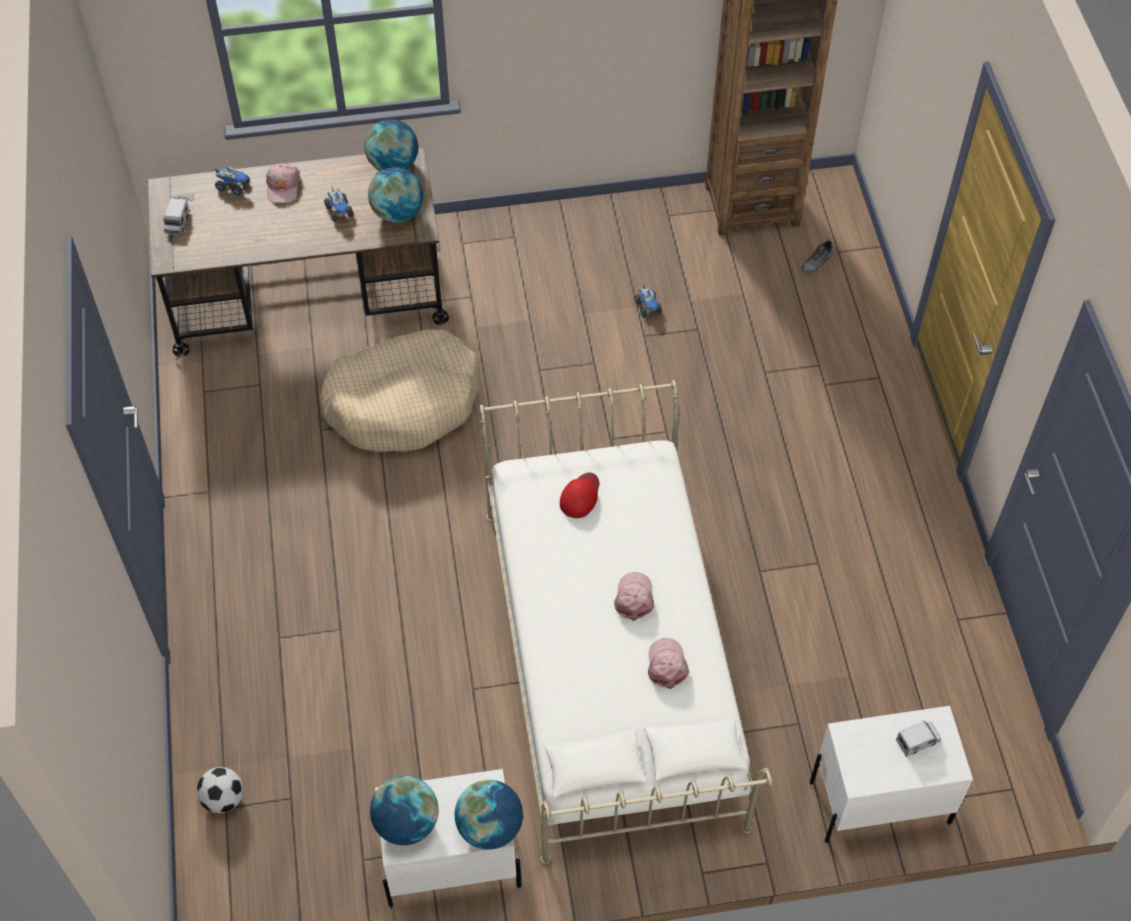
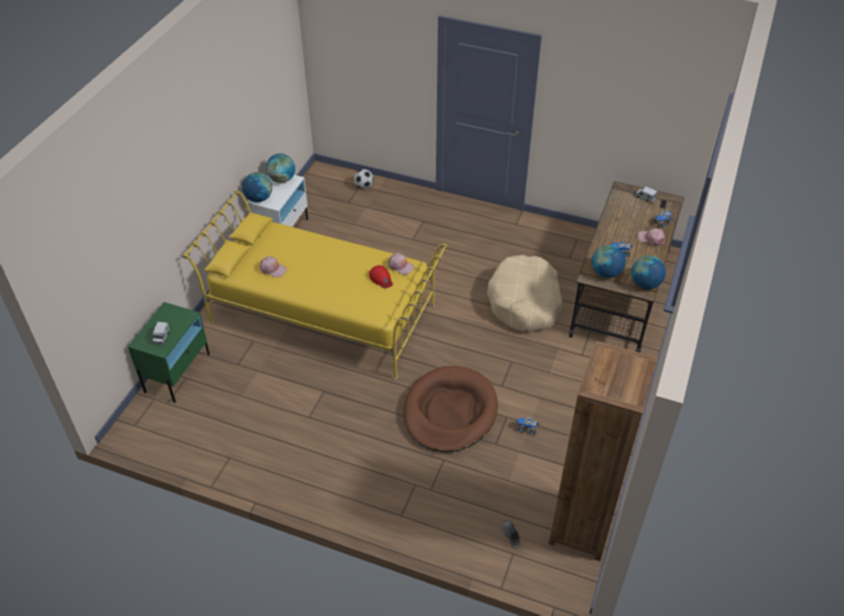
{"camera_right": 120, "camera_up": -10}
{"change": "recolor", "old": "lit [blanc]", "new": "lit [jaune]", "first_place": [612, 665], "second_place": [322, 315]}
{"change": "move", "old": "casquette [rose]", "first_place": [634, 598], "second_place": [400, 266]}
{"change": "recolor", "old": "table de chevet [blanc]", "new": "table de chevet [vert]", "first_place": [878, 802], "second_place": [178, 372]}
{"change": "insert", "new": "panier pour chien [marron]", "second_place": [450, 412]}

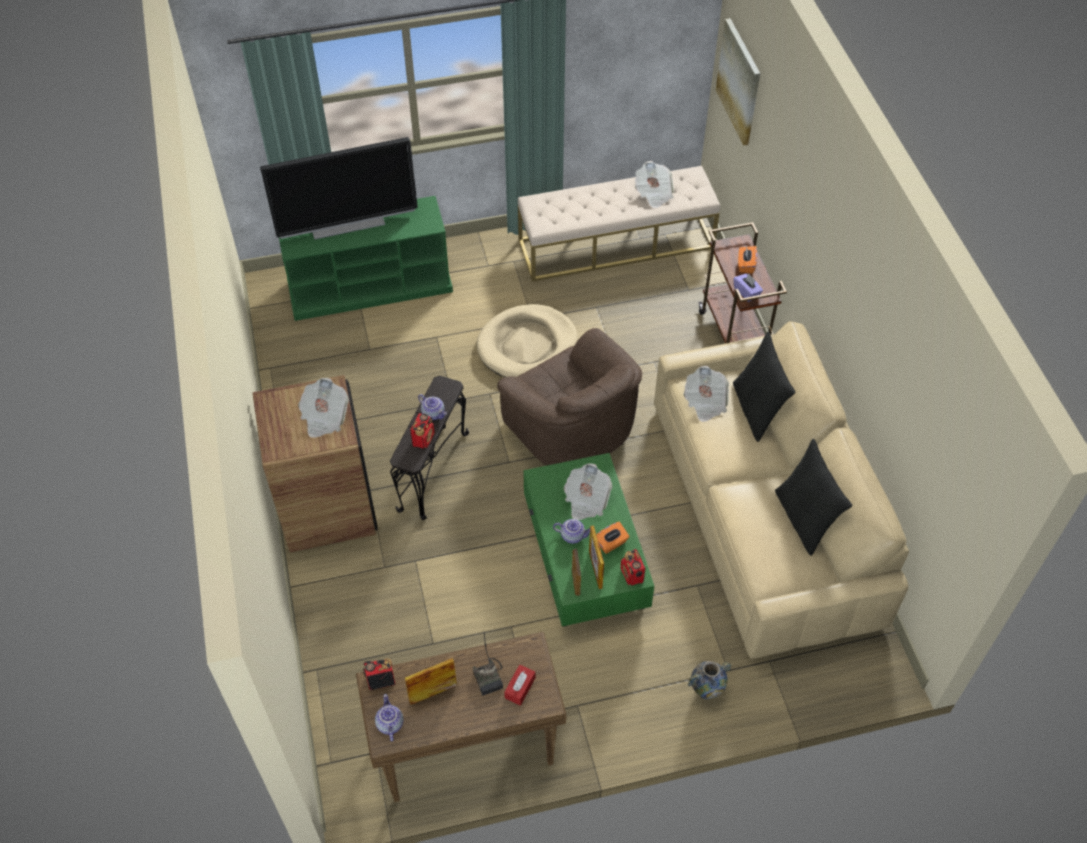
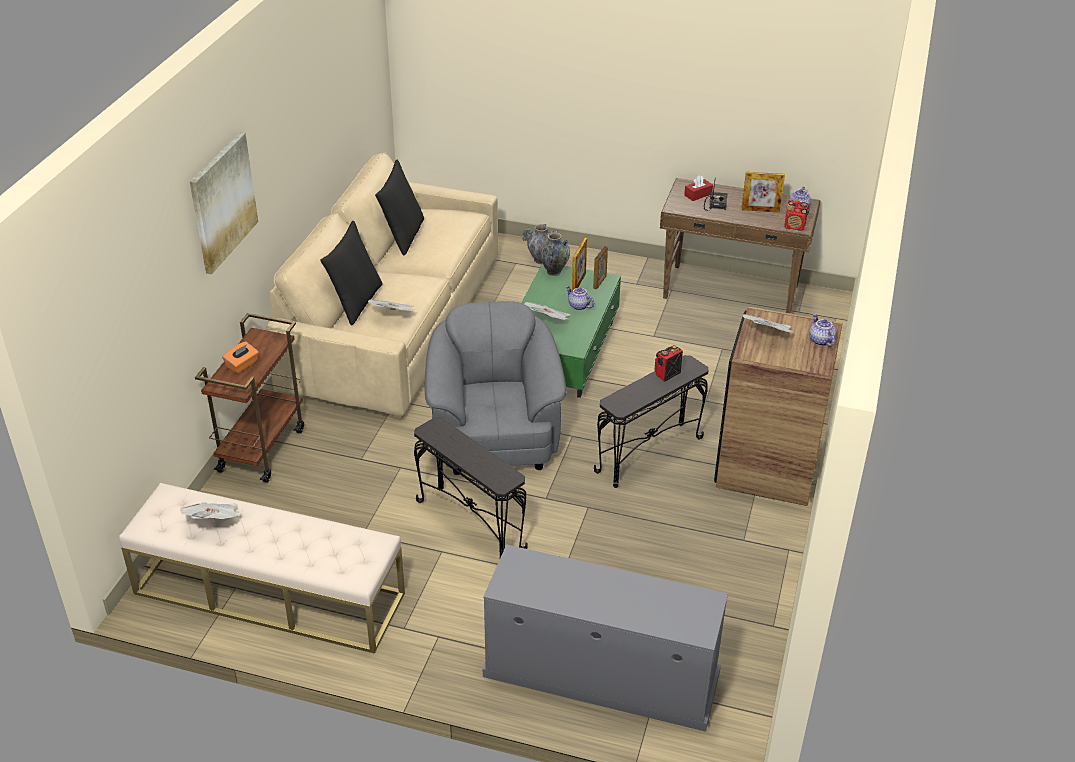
{"camera_right": -150, "camera_up": -15}
{"change": "move", "old": "tableau", "first_place": [739, 81], "second_place": [222, 202]}
{"change": "delete", "old": "téléviseur", "first_place": [347, 224]}
{"change": "recolor", "old": "meuble télé [vert]", "new": "meuble télé [gris]", "first_place": [371, 287], "second_place": [600, 674]}
{"change": "delete", "old": "boîte à mouchoirs [violet]", "first_place": [746, 292]}
{"change": "replace", "old": "panier pour chien [beige]", "new": "table d'appoint [noir]", "first_place": [527, 346], "second_place": [470, 526]}
{"change": "recolor", "old": "fauteuil [marron]", "new": "fauteuil [gris]", "first_place": [570, 429], "second_place": [494, 437]}
{"change": "move", "old": "théière", "first_place": [434, 413], "second_place": [820, 340]}
{"change": "delete", "old": "boîte à mouchoirs [orange]", "first_place": [611, 543]}
{"change": "replace", "old": "radio", "new": "vase", "first_place": [632, 575], "second_place": [554, 271]}

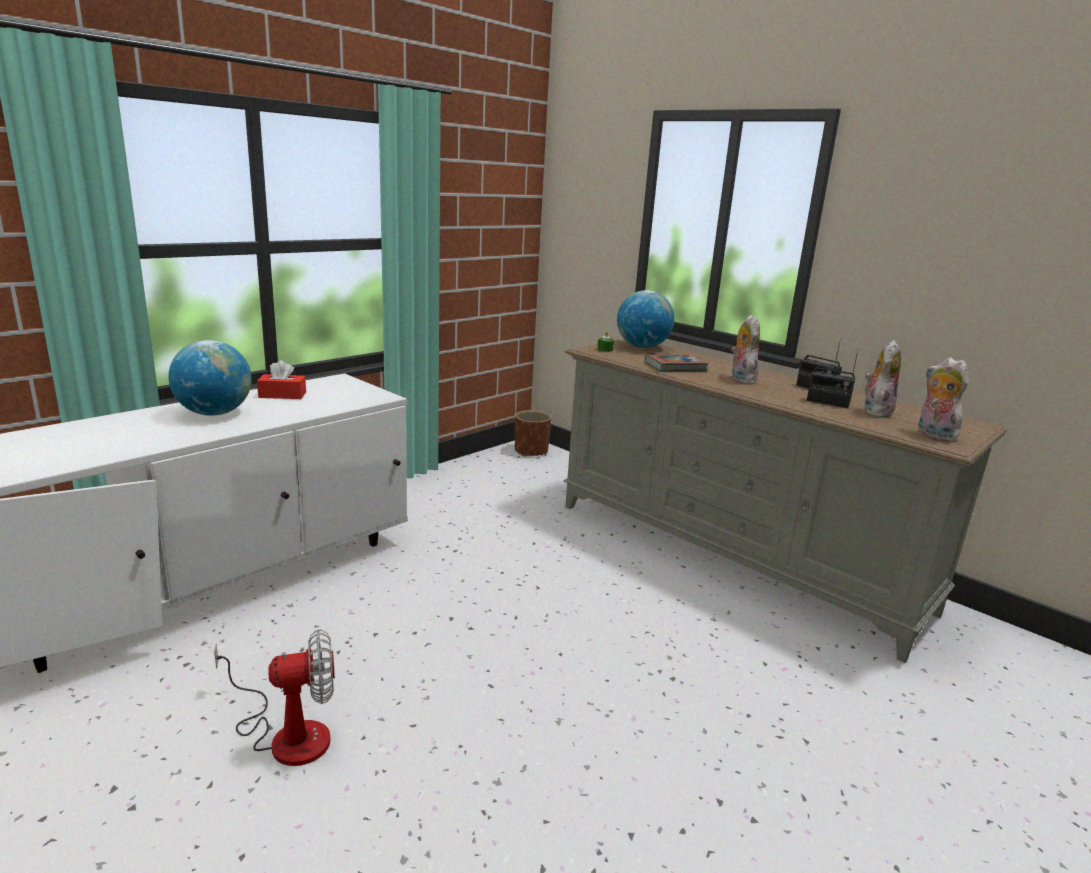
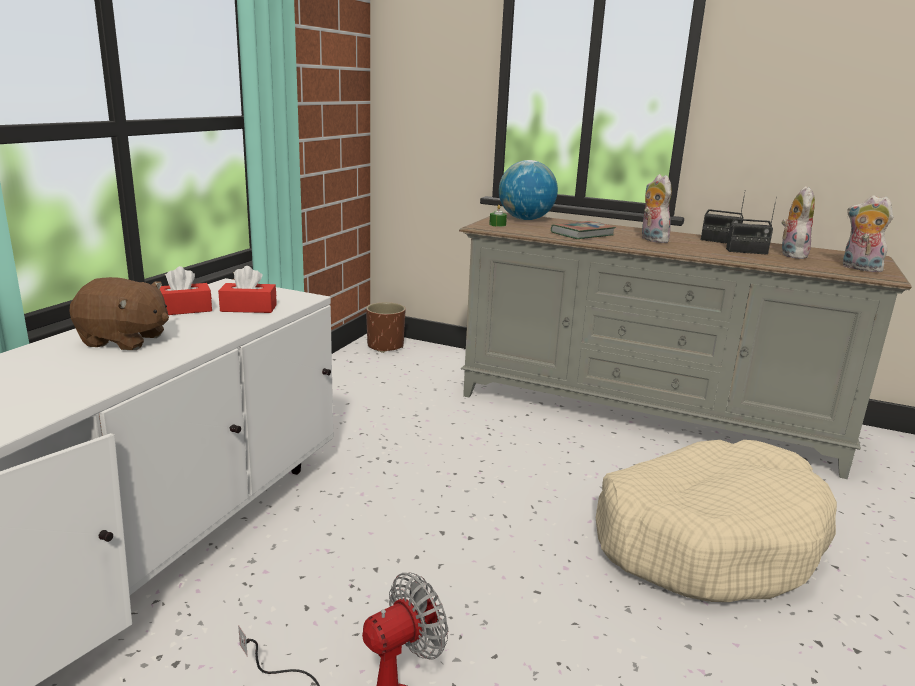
{"camera_right": -20, "camera_up": 0}
{"change": "replace", "old": "globe", "new": "peluche [marron]", "first_place": [214, 413], "second_place": [124, 340]}
{"change": "insert", "new": "boîte à mouchoirs [rouge]", "second_place": [248, 308]}
{"change": "insert", "new": "panier pour chien [beige]", "second_place": [707, 539]}

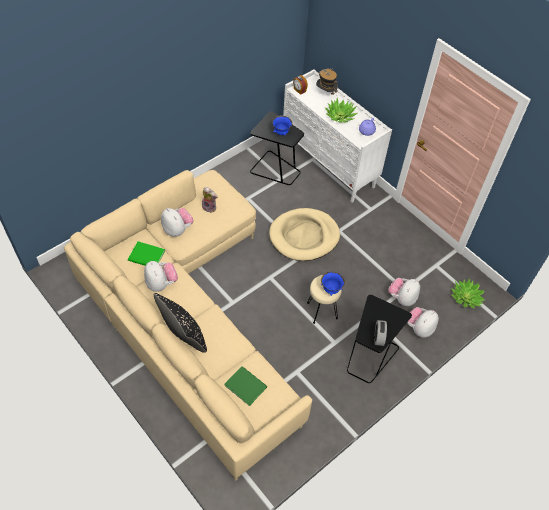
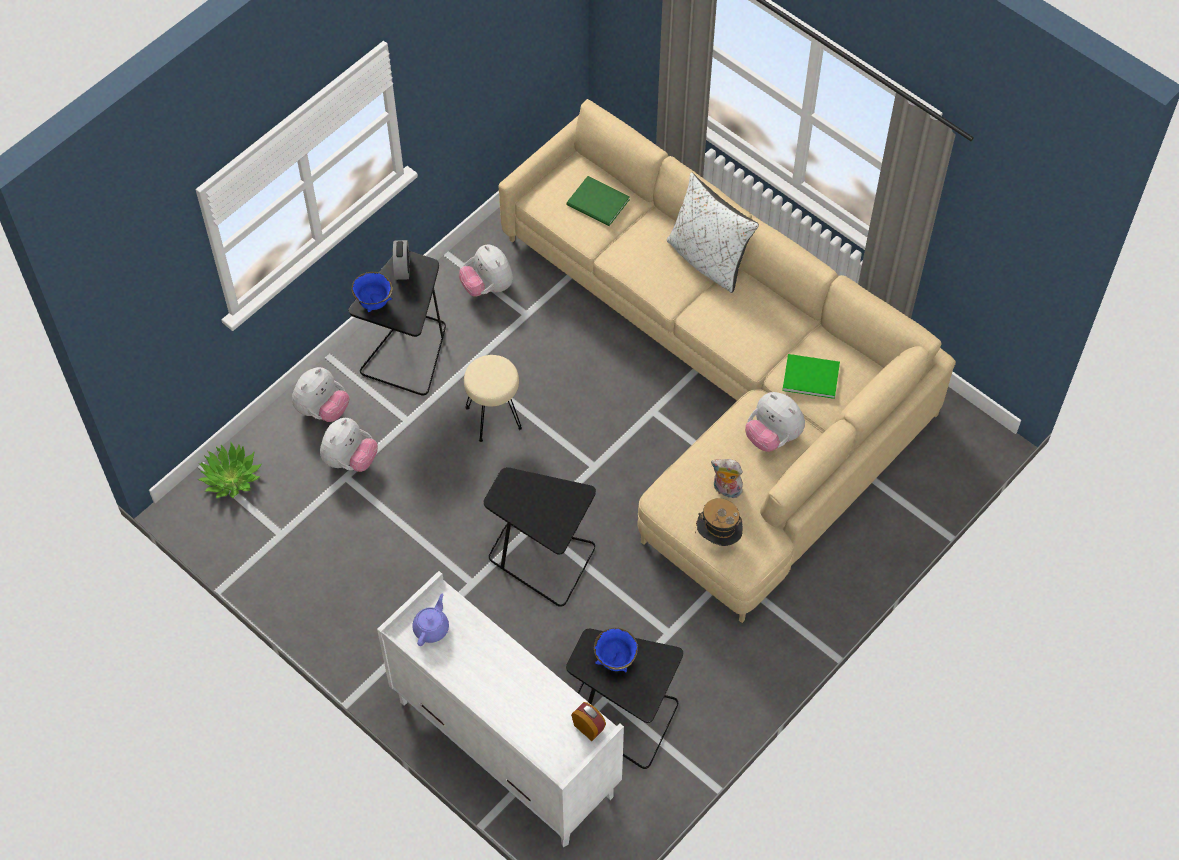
{"camera_right": 175, "camera_up": 5}
{"change": "move", "old": "chapeau", "first_place": [326, 94], "second_place": [718, 537]}
{"change": "delete", "old": "plante en pot", "first_place": [340, 116]}
{"change": "replace", "old": "panier pour chien [beige]", "new": "table d'appoint [noir]", "first_place": [304, 236], "second_place": [541, 560]}
{"change": "move", "old": "peluche", "first_place": [161, 284], "second_place": [487, 286]}
{"change": "move", "old": "bol [bleu]", "first_place": [331, 289], "second_place": [374, 303]}
{"change": "recolor", "old": "coussin [noir]", "new": "coussin [blanc]", "first_place": [184, 336], "second_place": [708, 259]}

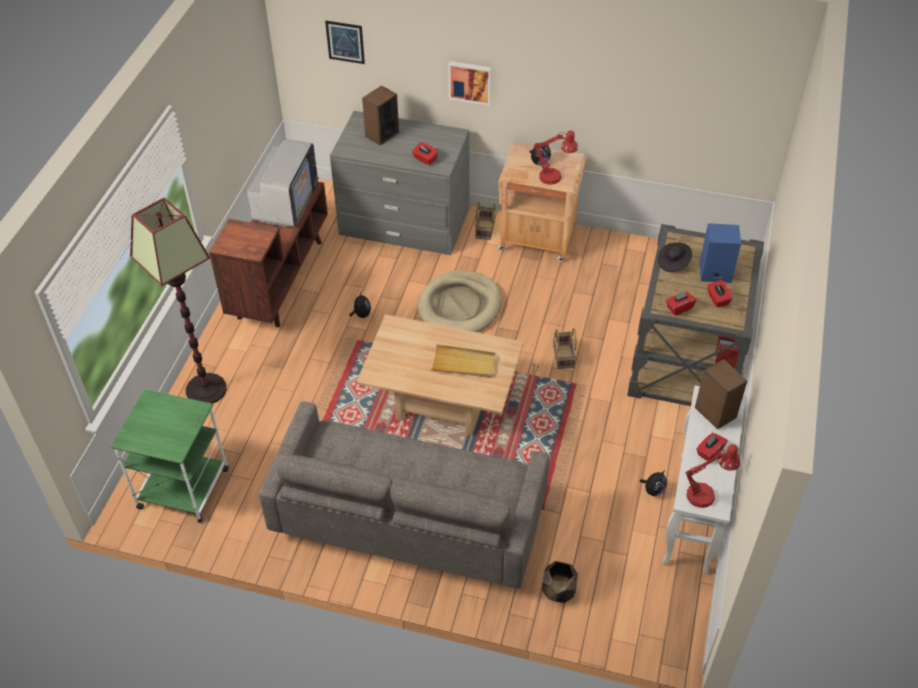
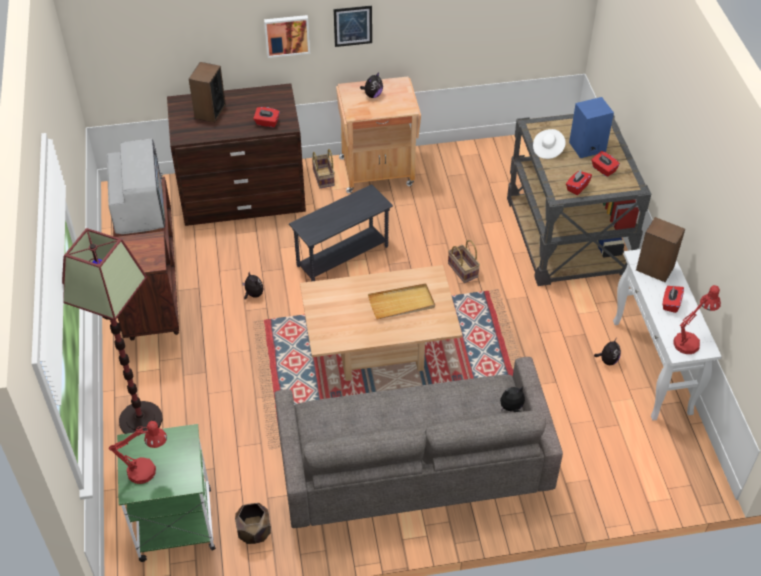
{"camera_right": -25, "camera_up": 0}
{"change": "move", "old": "tableau", "first_place": [345, 42], "second_place": [353, 26]}
{"change": "recolor", "old": "commode [gris]", "new": "commode [marron]", "first_place": [404, 221], "second_place": [242, 193]}
{"change": "move", "old": "lampe de table [rouge]", "first_place": [555, 178], "second_place": [148, 470]}
{"change": "recolor", "old": "chapeau [noir]", "new": "chapeau [blanc]", "first_place": [673, 263], "second_place": [548, 149]}
{"change": "replace", "old": "panier pour chien [beige]", "new": "table d'appoint [gris]", "first_place": [459, 306], "second_place": [342, 256]}
{"change": "move", "old": "cache-pot [marron]", "first_place": [558, 590], "second_place": [254, 532]}
{"change": "insert", "new": "peluche", "second_place": [512, 408]}

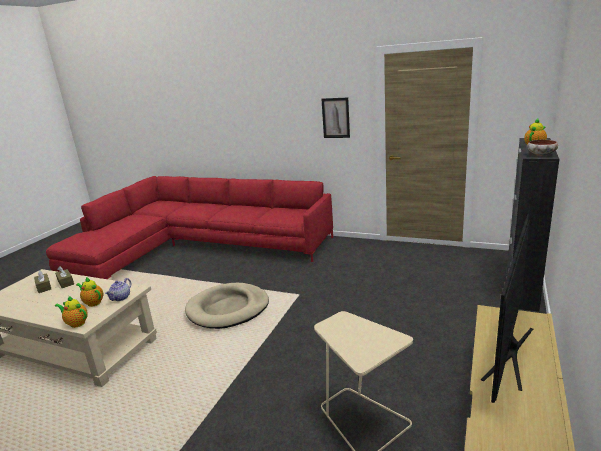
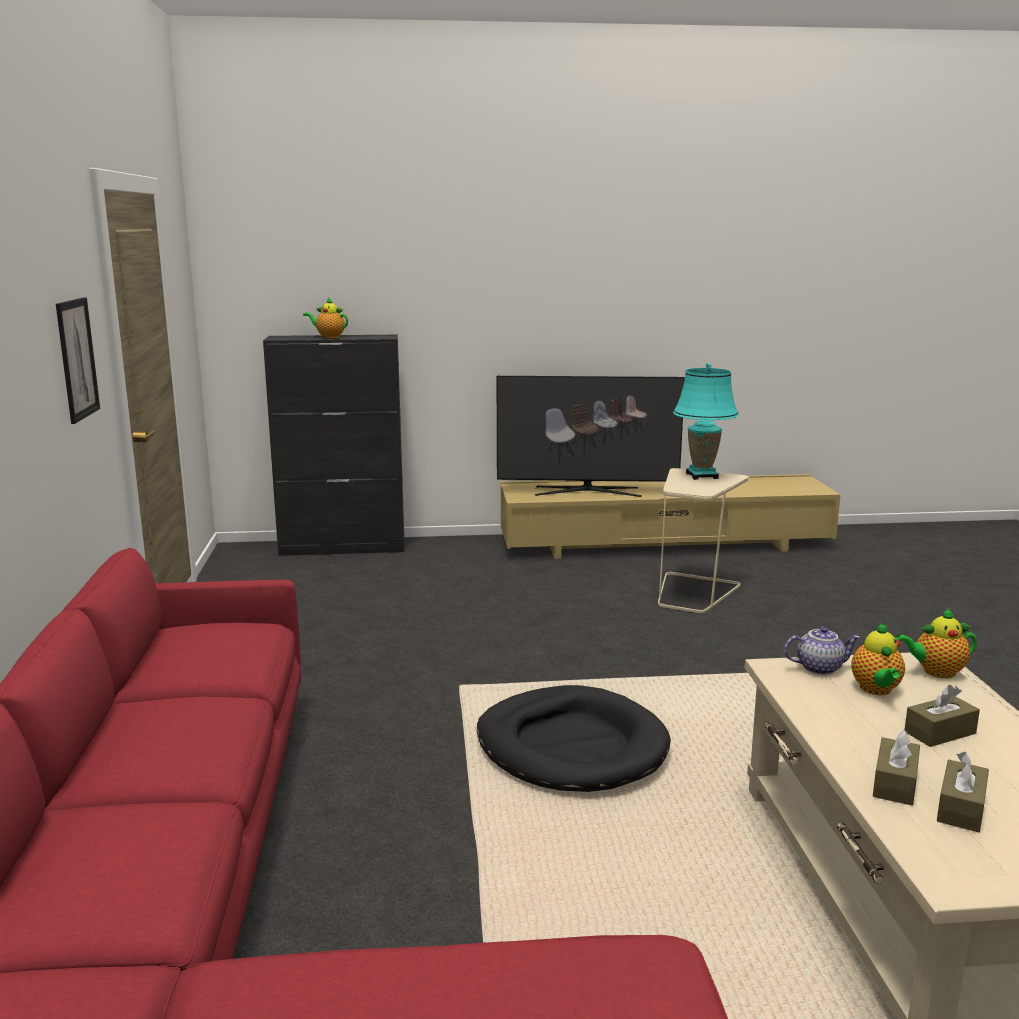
{"camera_right": -120, "camera_up": -5}
{"change": "delete", "old": "bol", "first_place": [541, 155]}
{"change": "recolor", "old": "panier pour chien [beige]", "new": "panier pour chien [noir]", "first_place": [228, 309], "second_place": [571, 746]}
{"change": "rotate", "old": "théière", "first_place": [76, 323], "second_place": [935, 672], "degrees": 90}
{"change": "insert", "new": "lampe de table [turquoise]", "second_place": [701, 475]}
{"change": "insert", "new": "boîte à mouchoirs [marron]", "second_place": [940, 732]}

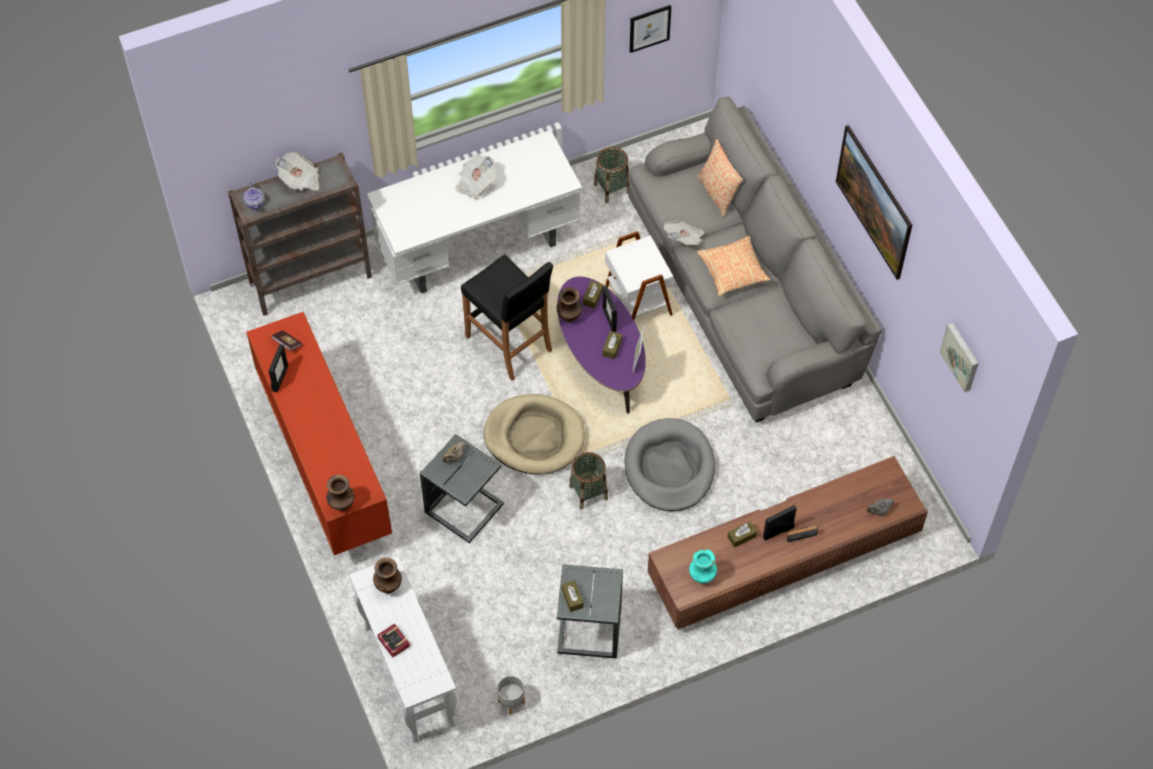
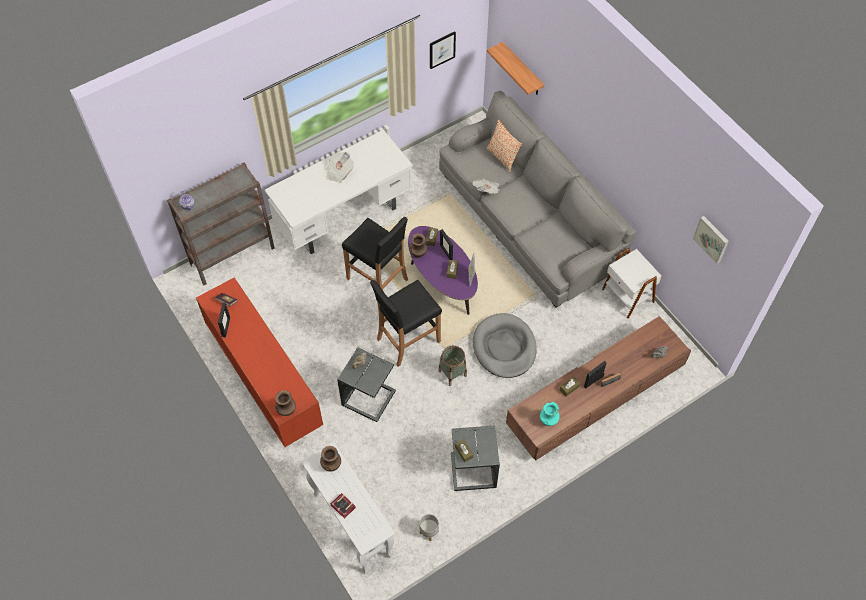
{"camera_right": -10, "camera_up": 0}
{"change": "delete", "old": "tableau", "first_place": [871, 215]}
{"change": "delete", "old": "panier", "first_place": [611, 188]}
{"change": "delete", "old": "journal", "first_place": [300, 180]}
{"change": "move", "old": "table d'appoint [blanc]", "first_place": [637, 302], "second_place": [627, 296]}
{"change": "delete", "old": "coussin [beige]", "first_place": [733, 272]}
{"change": "replace", "old": "panier pour chien [beige]", "new": "tabouret [noir]", "first_place": [534, 436], "second_place": [407, 340]}
{"change": "insert", "new": "étagère", "second_place": [522, 70]}

